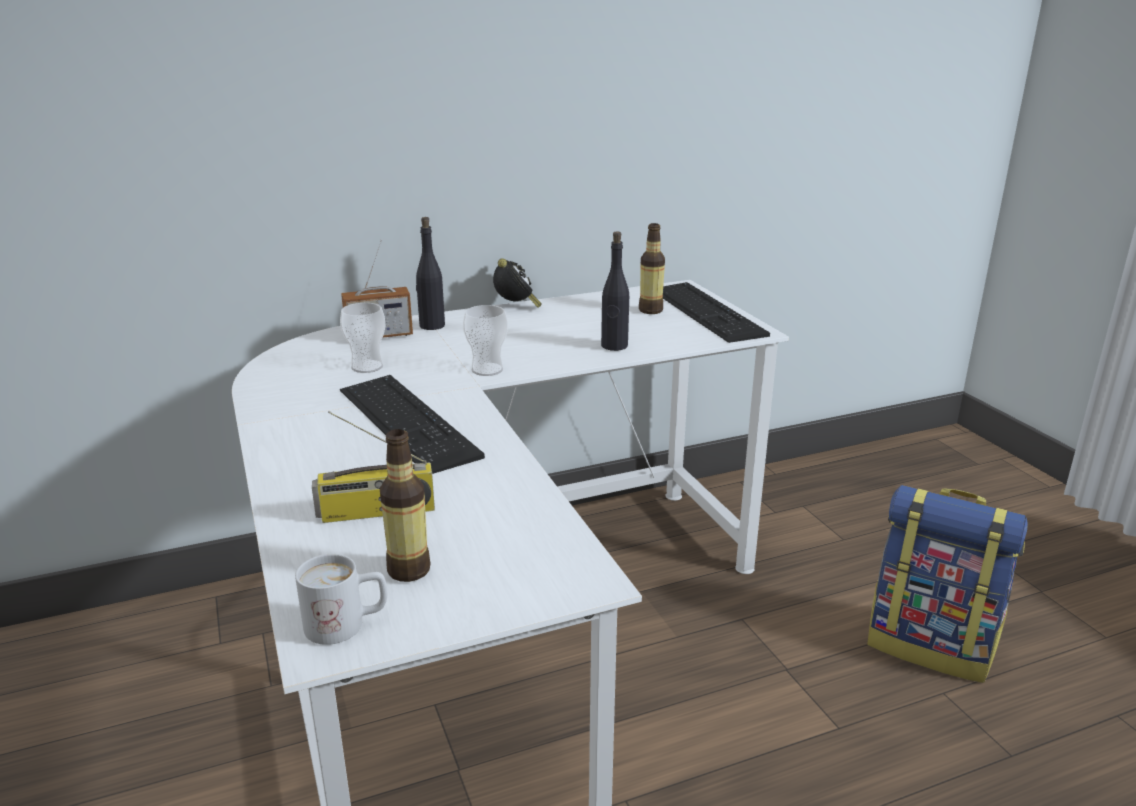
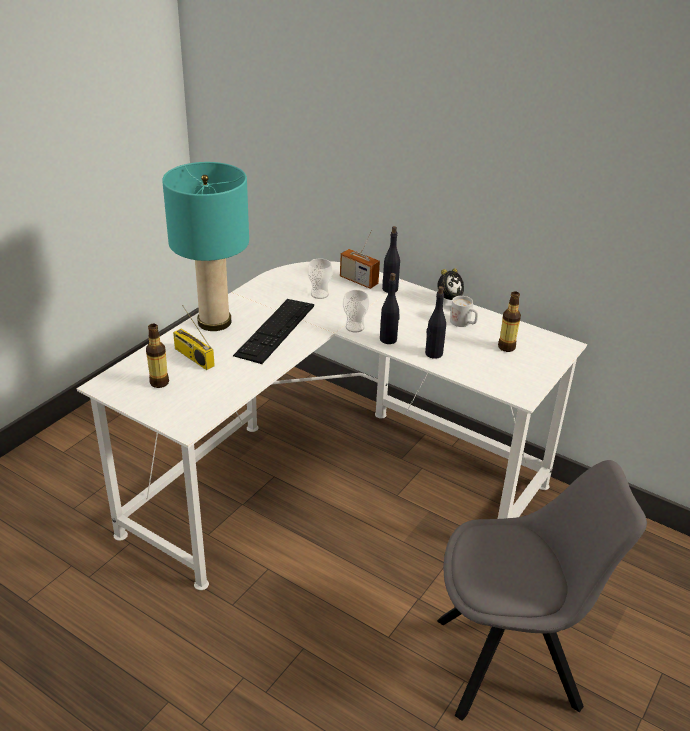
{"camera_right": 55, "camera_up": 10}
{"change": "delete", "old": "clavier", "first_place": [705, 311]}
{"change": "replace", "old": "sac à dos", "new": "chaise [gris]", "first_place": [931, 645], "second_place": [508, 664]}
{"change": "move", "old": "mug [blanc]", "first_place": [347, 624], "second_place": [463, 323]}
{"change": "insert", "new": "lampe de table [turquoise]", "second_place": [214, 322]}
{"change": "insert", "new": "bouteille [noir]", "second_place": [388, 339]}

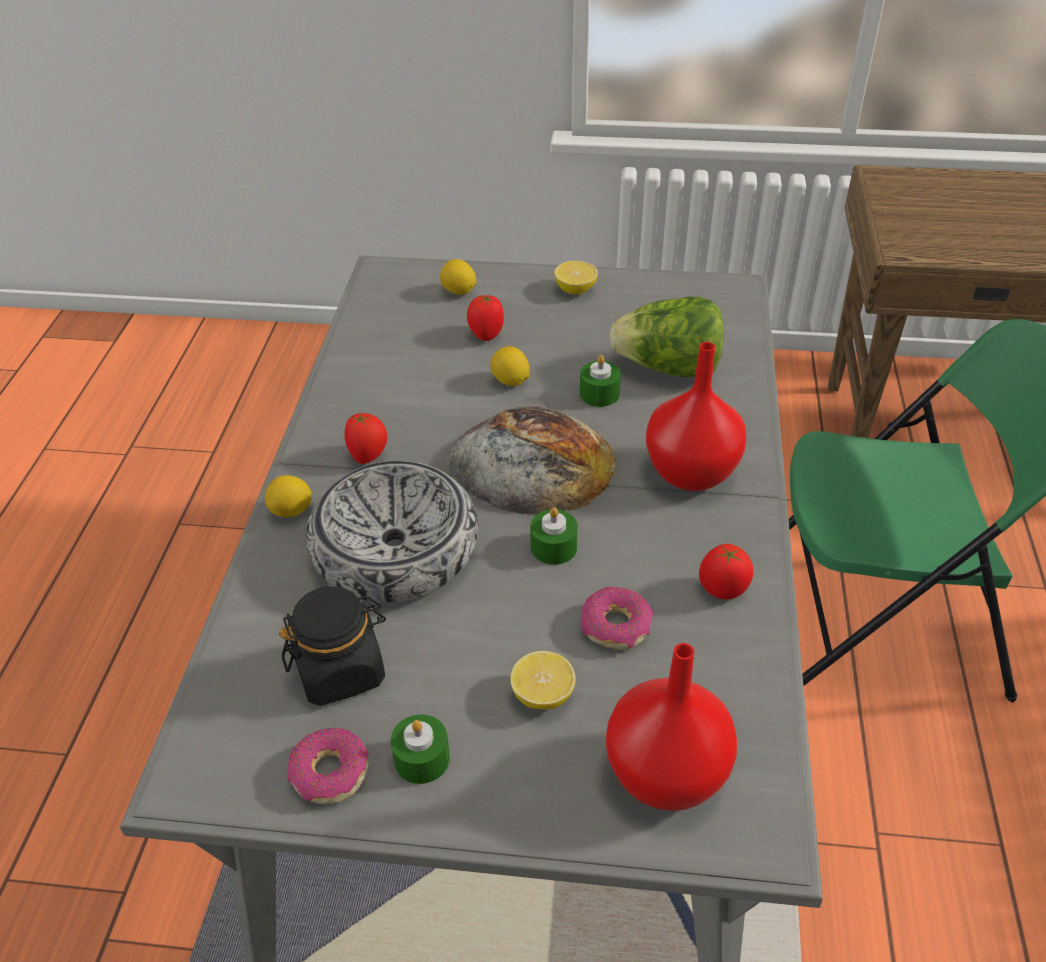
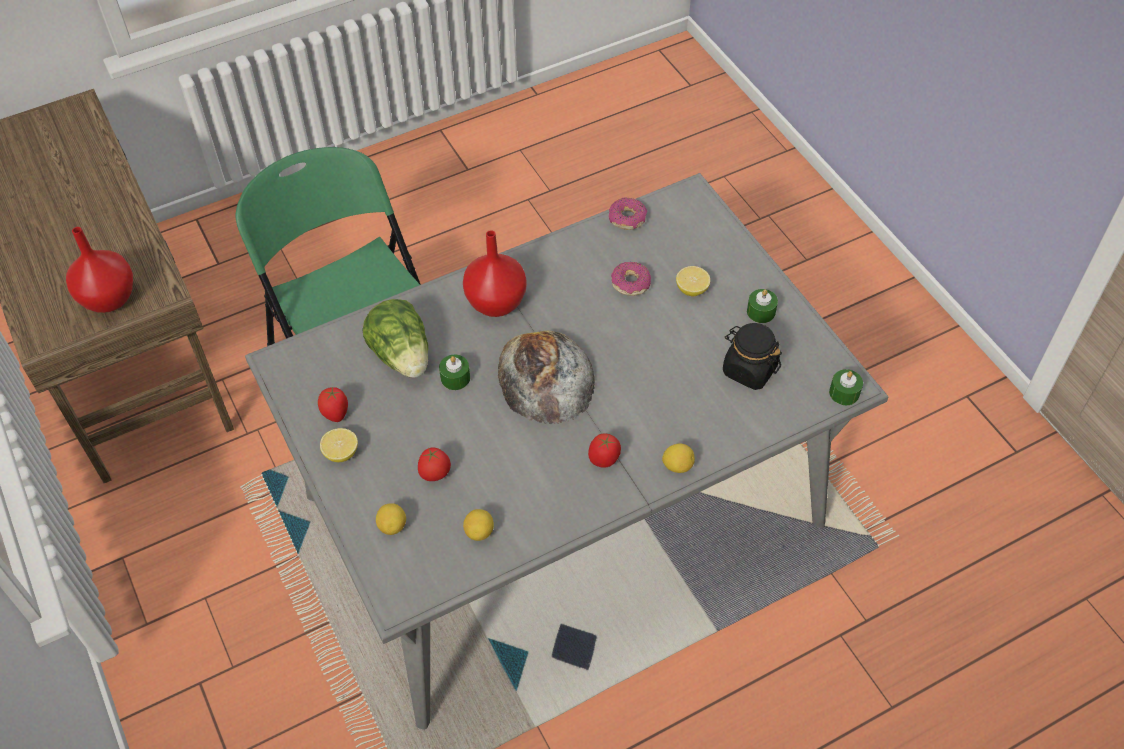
{"camera_right": -125, "camera_up": 10}
{"change": "move", "old": "citron", "first_place": [510, 381], "second_place": [479, 532]}
{"change": "delete", "old": "bol", "first_place": [396, 548]}
{"change": "move", "old": "bougie [vert]", "first_place": [553, 547], "second_place": [844, 393]}
{"change": "move", "old": "tomate", "first_place": [723, 590], "second_place": [335, 414]}
{"change": "move", "old": "vase [rouge]", "first_place": [666, 777], "second_place": [110, 298]}
{"change": "move", "old": "beignet", "first_place": [329, 773], "second_place": [627, 219]}

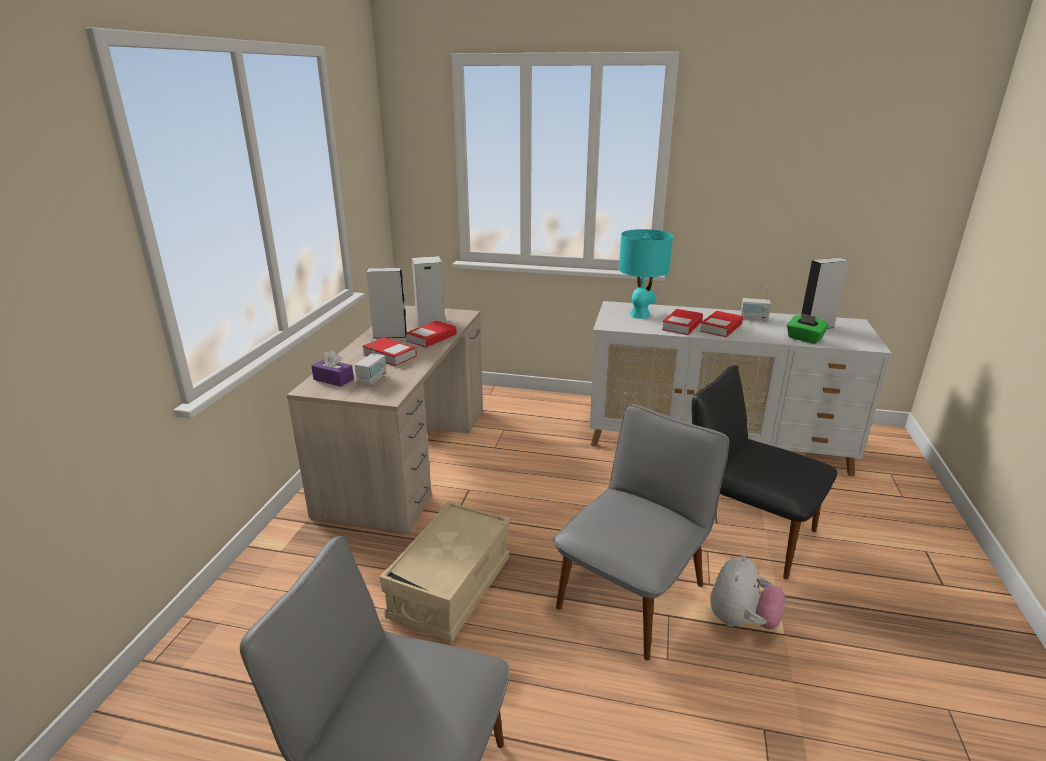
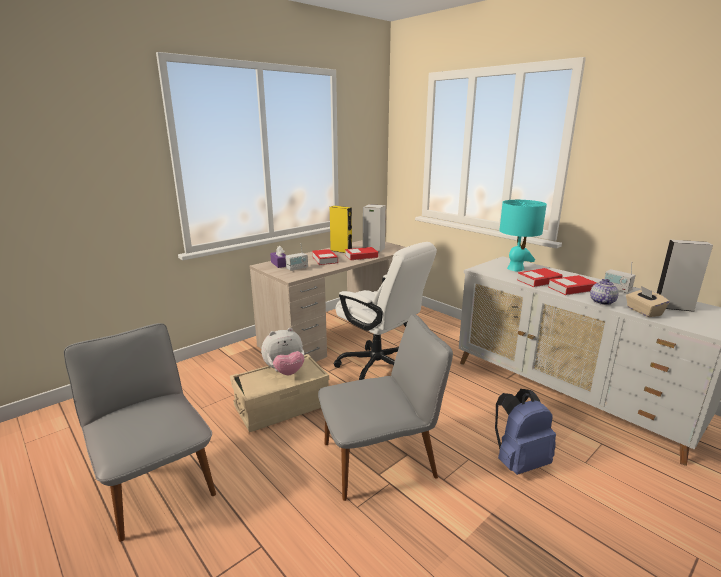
{"camera_right": 35, "camera_up": -5}
{"change": "recolor", "old": "enceinte [gris]", "new": "enceinte [jaune]", "first_place": [390, 335], "second_place": [341, 251]}
{"change": "recolor", "old": "boîte à mouchoirs [vert]", "new": "boîte à mouchoirs [beige]", "first_place": [804, 339], "second_place": [643, 311]}
{"change": "replace", "old": "chaise [noir]", "new": "sac à dos [bleu]", "first_place": [748, 532], "second_place": [519, 462]}
{"change": "move", "old": "peluche", "first_place": [741, 621], "second_place": [285, 371]}
{"change": "insert", "new": "chaise de bureau [blanc]", "second_place": [380, 370]}
{"change": "insert", "new": "théière", "second_place": [601, 302]}

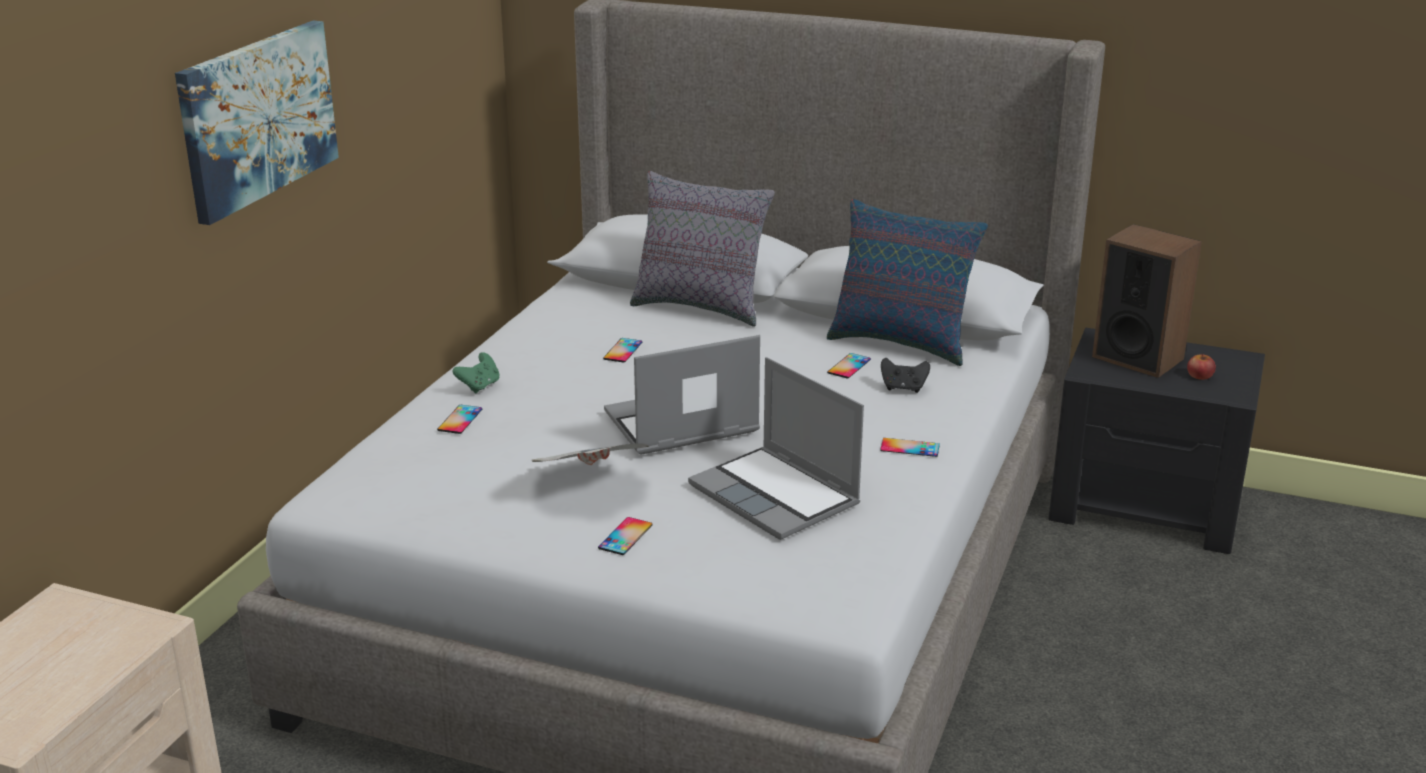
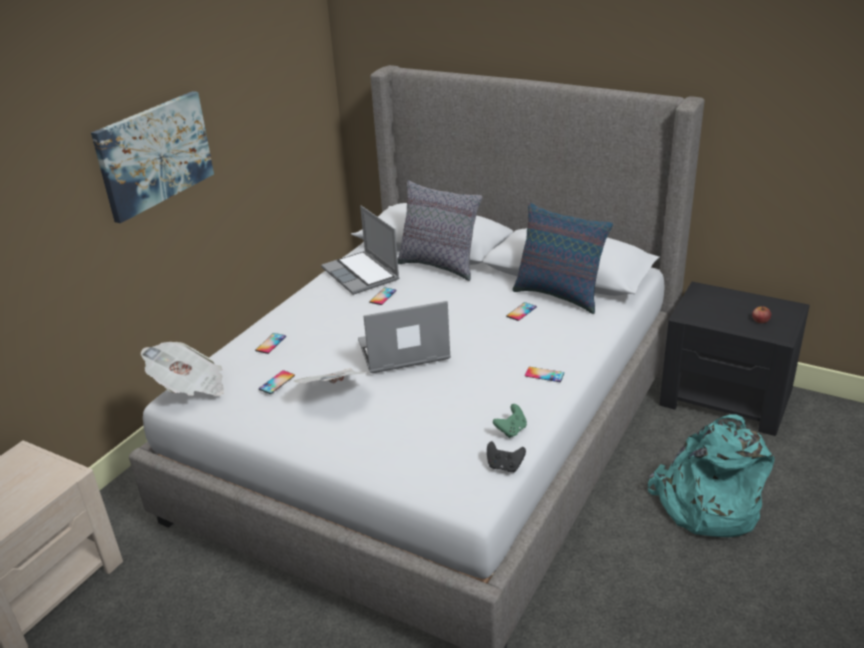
{"camera_right": 10, "camera_up": 5}
{"change": "delete", "old": "enceinte", "first_place": [1137, 358]}
{"change": "move", "old": "manette [vert]", "first_place": [479, 386], "second_place": [511, 430]}
{"change": "move", "old": "ordinateur portable", "first_place": [777, 496], "second_place": [362, 274]}
{"change": "move", "old": "manette [noir]", "first_place": [903, 388], "second_place": [504, 466]}
{"change": "move", "old": "téléphone", "first_place": [625, 536], "second_place": [277, 382]}
{"change": "insert", "new": "journal", "second_place": [189, 387]}
{"change": "insert", "new": "sac à dos [turquoise]", "second_place": [705, 505]}

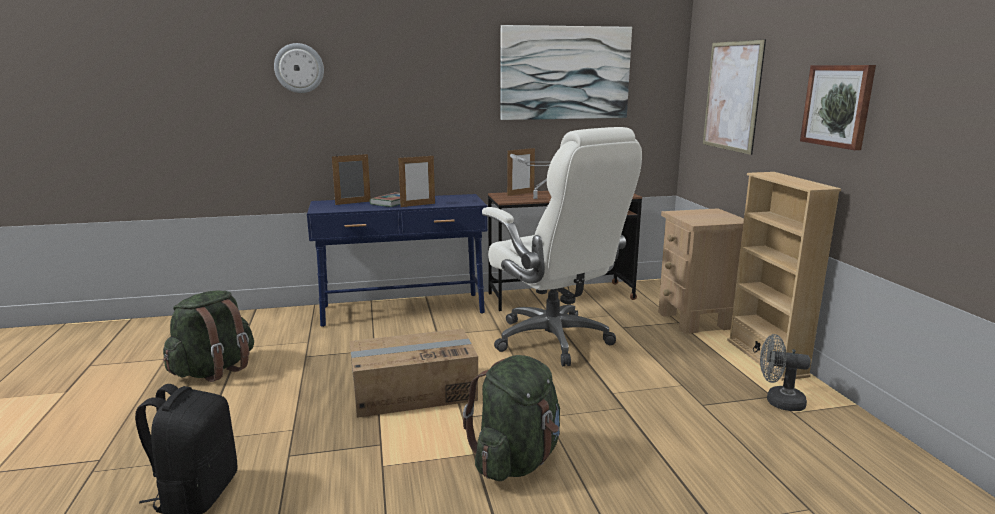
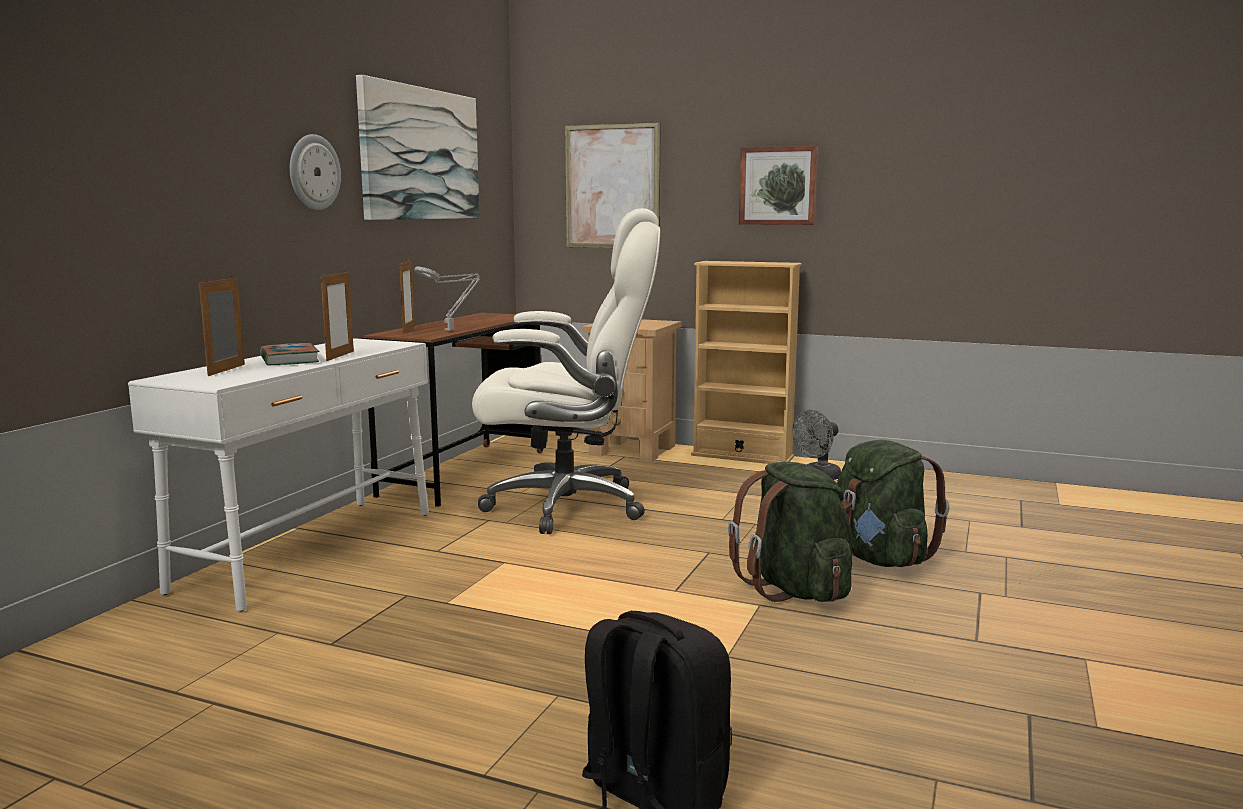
{"camera_right": -55, "camera_up": -5}
{"change": "move", "old": "horloge murale", "first_place": [299, 68], "second_place": [313, 172]}
{"change": "recolor", "old": "table console [bleu]", "new": "table console [blanc]", "first_place": [403, 310], "second_place": [312, 550]}
{"change": "move", "old": "sac à dos [vert]", "first_place": [214, 370], "second_place": [879, 558]}
{"change": "delete", "old": "carton", "first_place": [413, 391]}

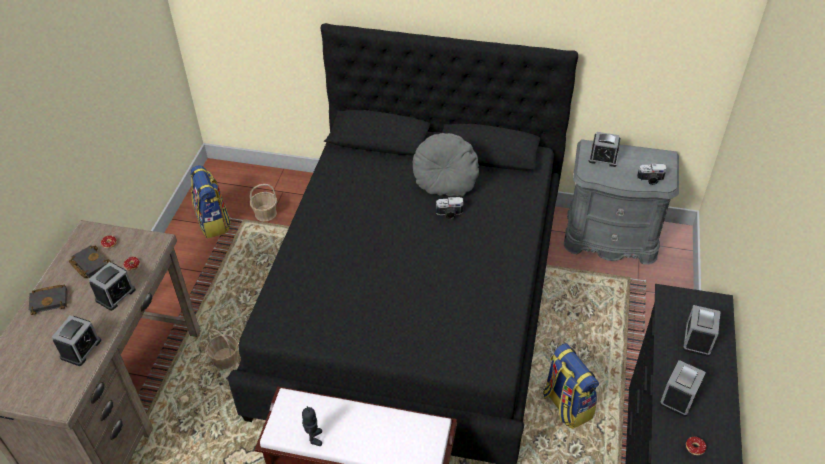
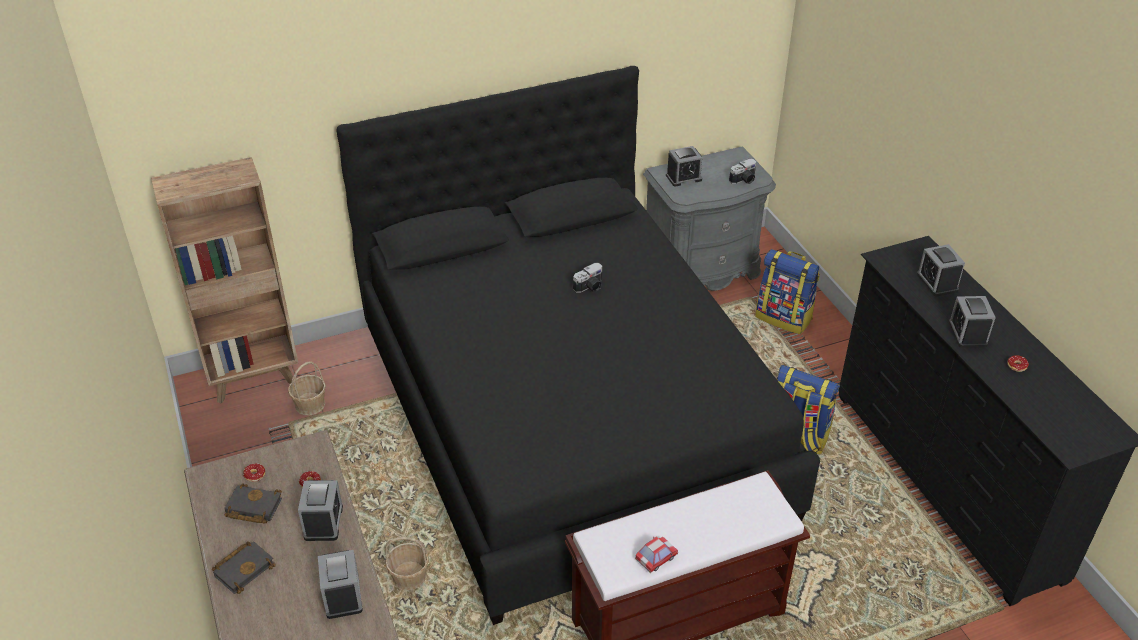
{"camera_right": -35, "camera_up": -5}
{"change": "delete", "old": "coussin [gris]", "first_place": [445, 187]}
{"change": "move", "old": "sac à dos", "first_place": [214, 222], "second_place": [784, 318]}
{"change": "replace", "old": "robot jouet", "new": "petite voiture", "first_place": [314, 438], "second_place": [656, 559]}
{"change": "insert", "new": "bibliothèque [marron]", "second_place": [255, 378]}

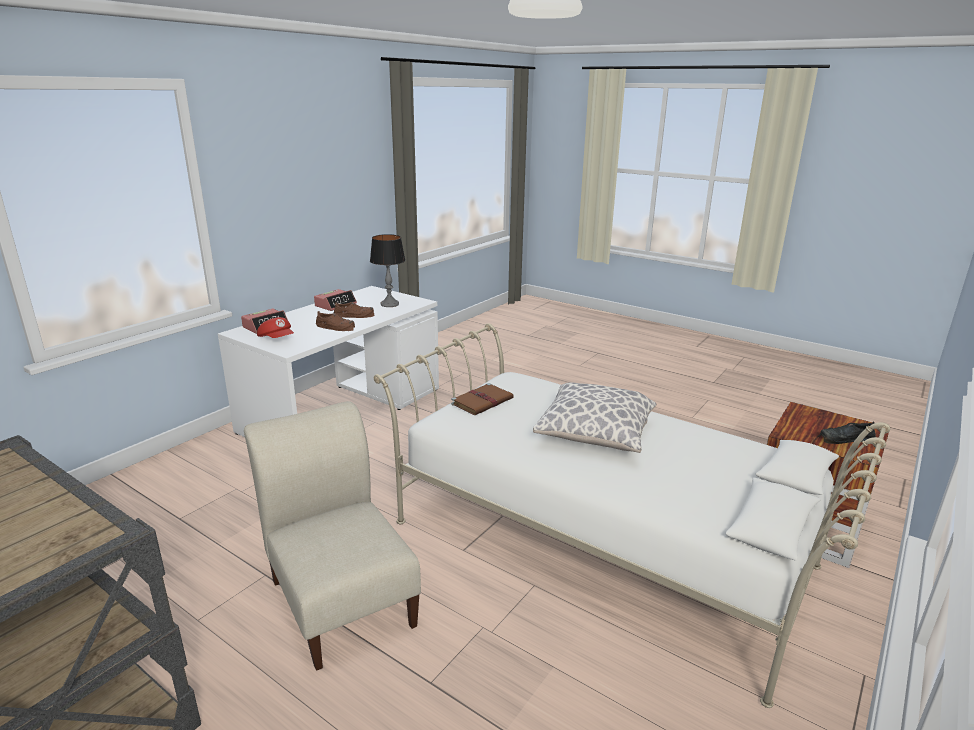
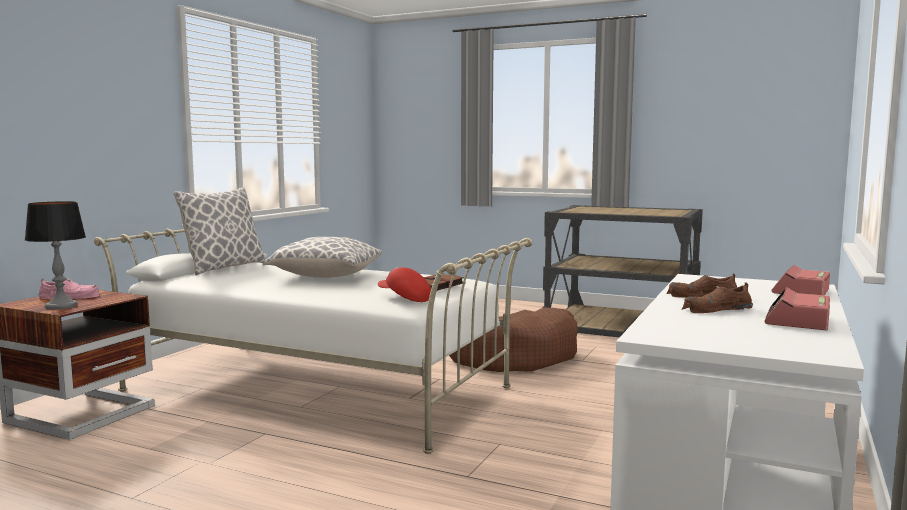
{"camera_right": 170, "camera_up": -15}
{"change": "move", "old": "lampe de table", "first_place": [389, 304], "second_place": [61, 306]}
{"change": "move", "old": "casquette [rouge]", "first_place": [277, 339], "second_place": [404, 298]}
{"change": "replace", "old": "chaise [beige]", "new": "panier pour chien [marron]", "first_place": [341, 598], "second_place": [515, 357]}
{"change": "recolor", "old": "chaussure [noir]", "new": "chaussure [rose]", "first_place": [845, 439], "second_place": [70, 296]}
{"change": "insert", "new": "coussin", "second_place": [224, 268]}

